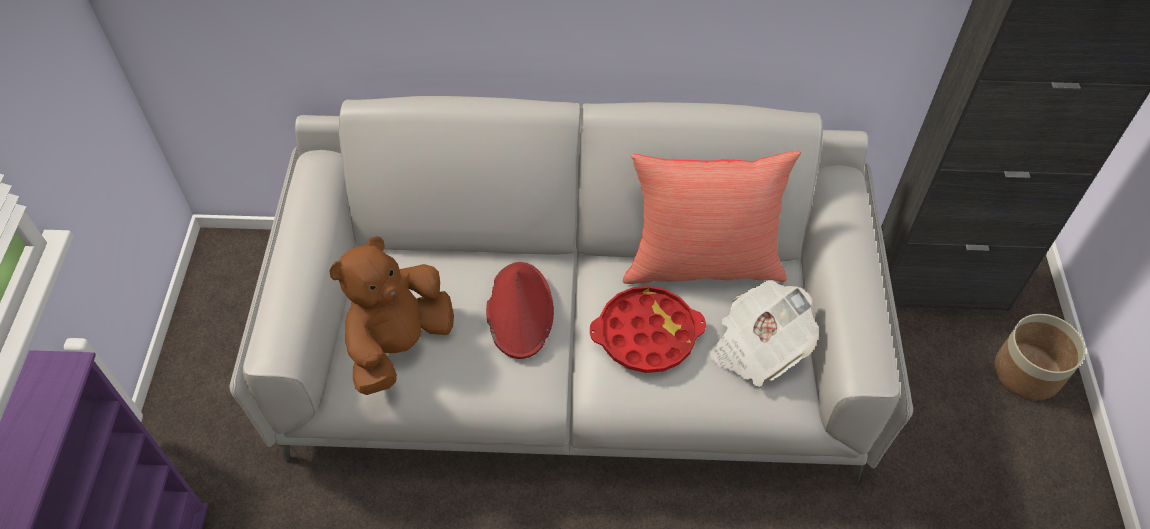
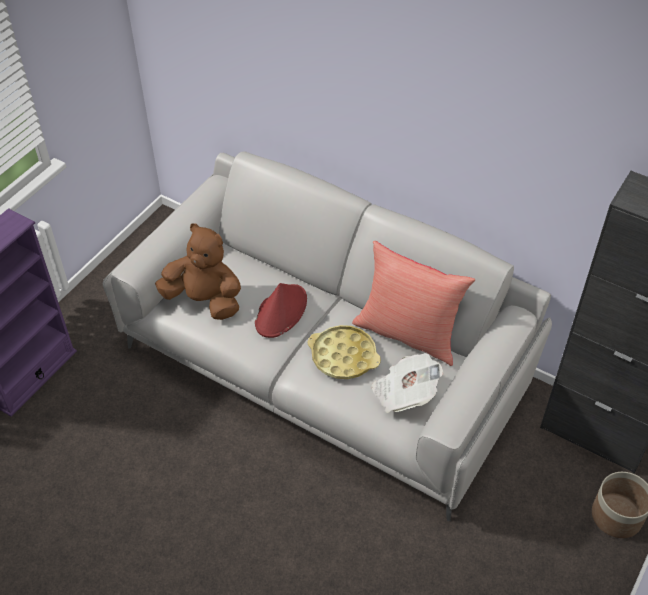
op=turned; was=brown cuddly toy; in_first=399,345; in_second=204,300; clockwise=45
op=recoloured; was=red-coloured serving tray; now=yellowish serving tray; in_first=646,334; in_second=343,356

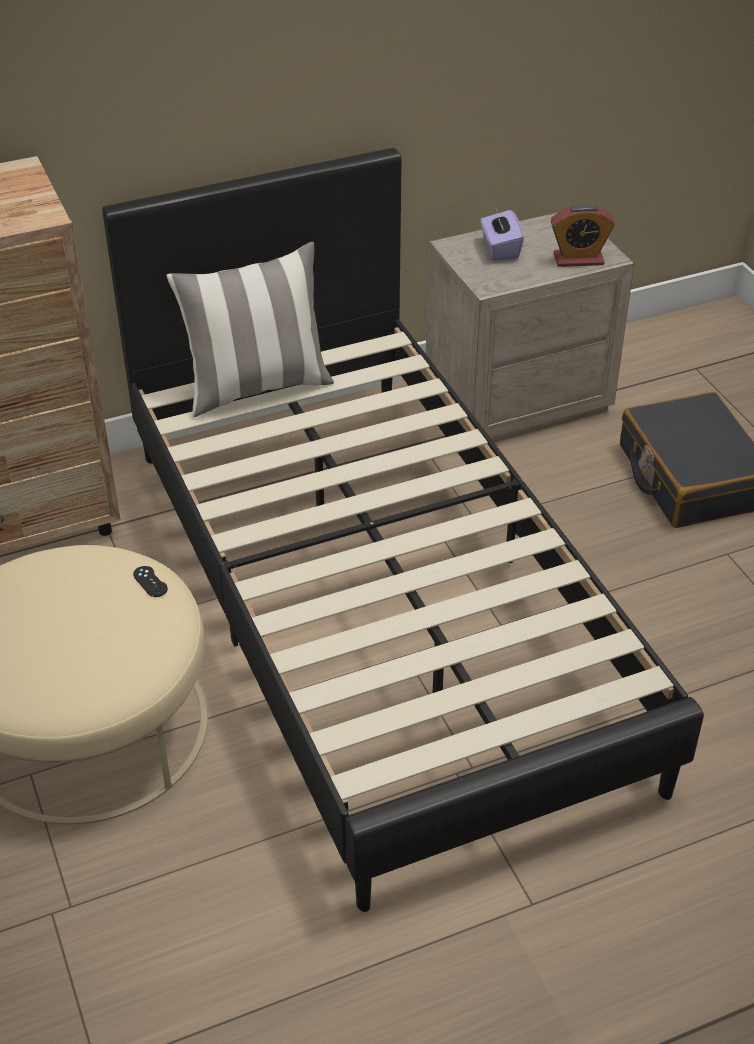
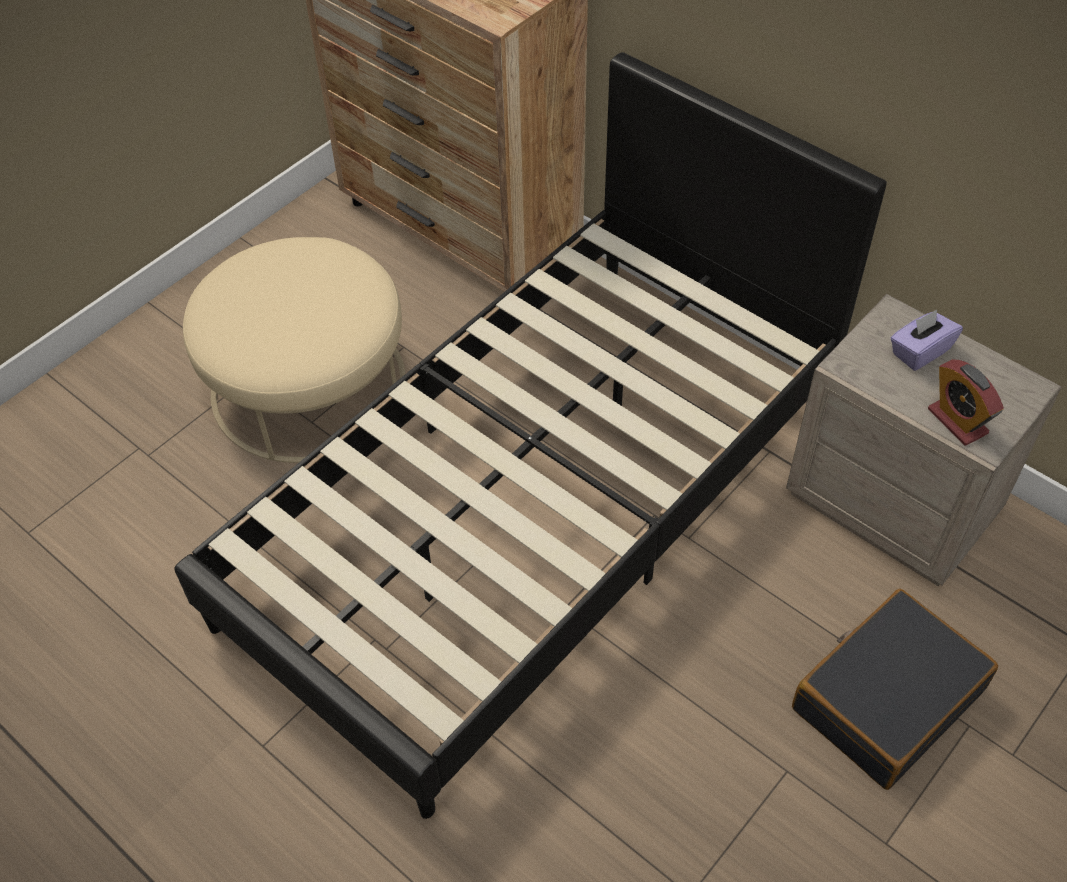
op=removed; was=cushion; in_first=257,387
op=removed; was=blackish gamepad; in_first=150,581

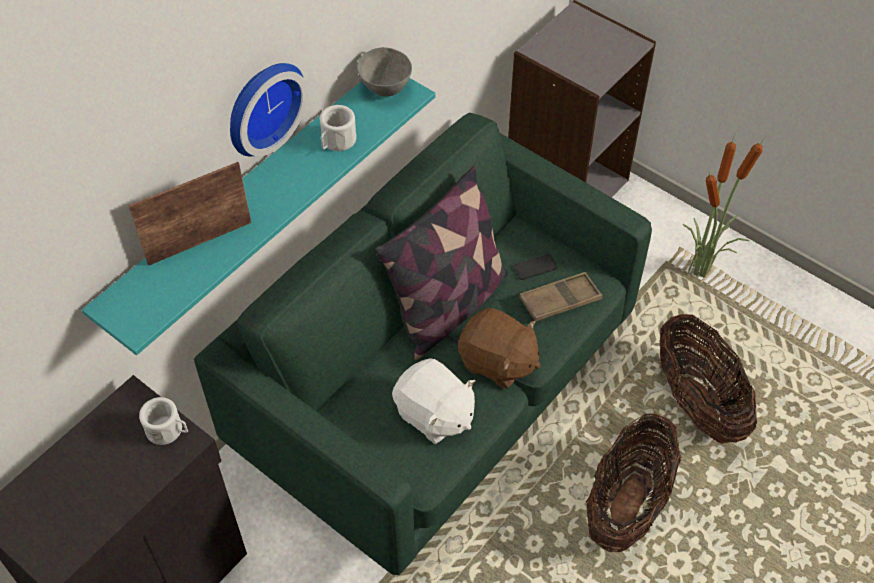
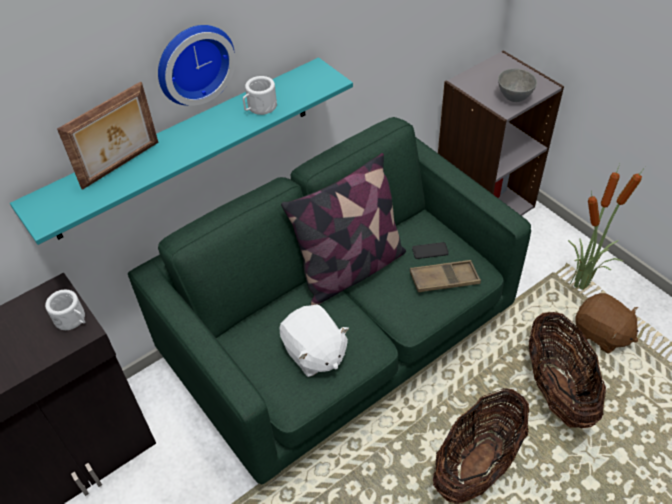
op=moved; was=greyish deep dish; in_first=384,89; in_second=513,97
op=turned; was=standing frame; in_first=199,241; in_second=122,165; clockwise=150
op=moved; was=brown cuddly toy; in_first=497,362; in_second=601,334

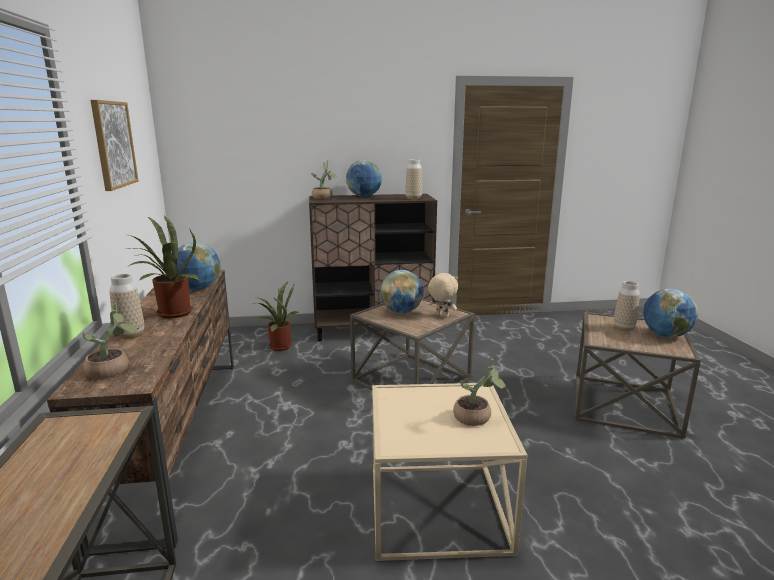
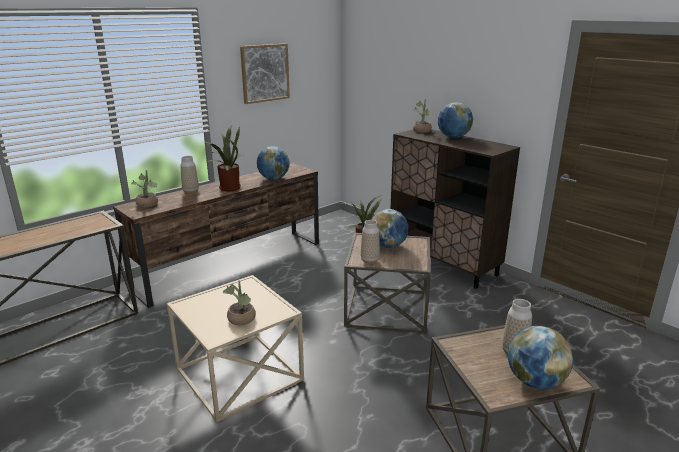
op=moved; was=vase; in_first=413,198; in_second=369,260
op=removed; was=beige cuddly toy; in_first=441,315

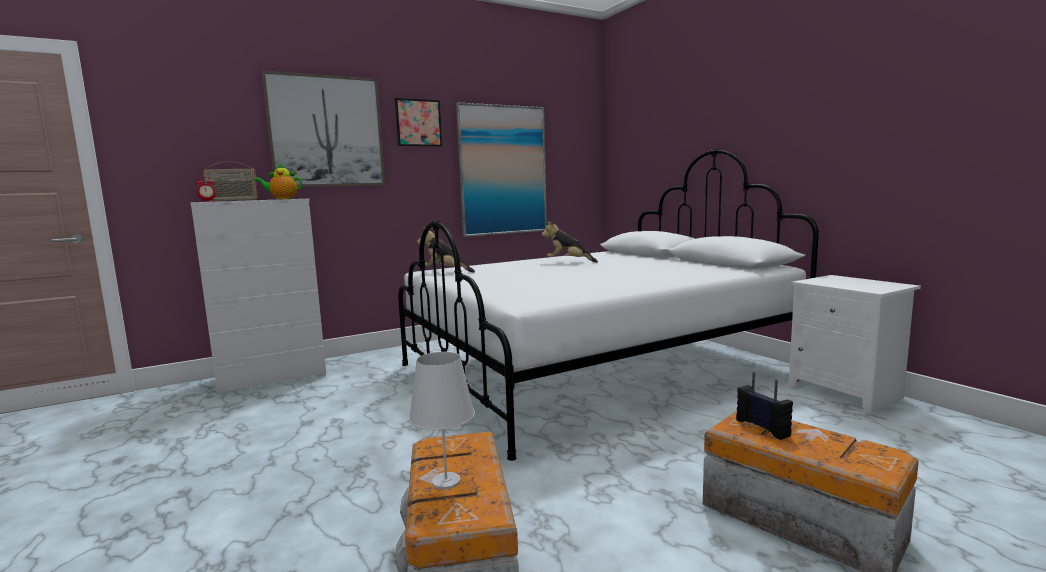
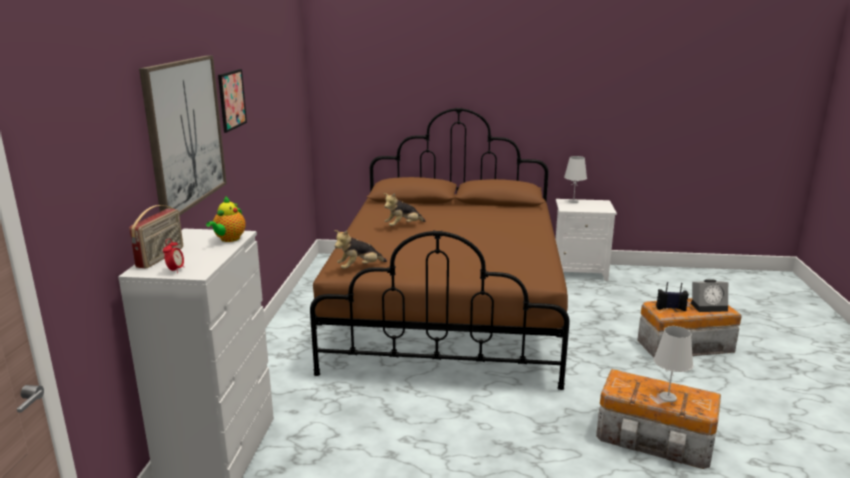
op=removed; was=wall picture; in_first=503,170
op=recoloured; was=whitish sleeping bed; now=brown sleeping bed; in_first=597,369; in_second=449,310
op=added; now=whitish table lamp; in_second=573,201
op=added; now=table clock; in_second=709,306

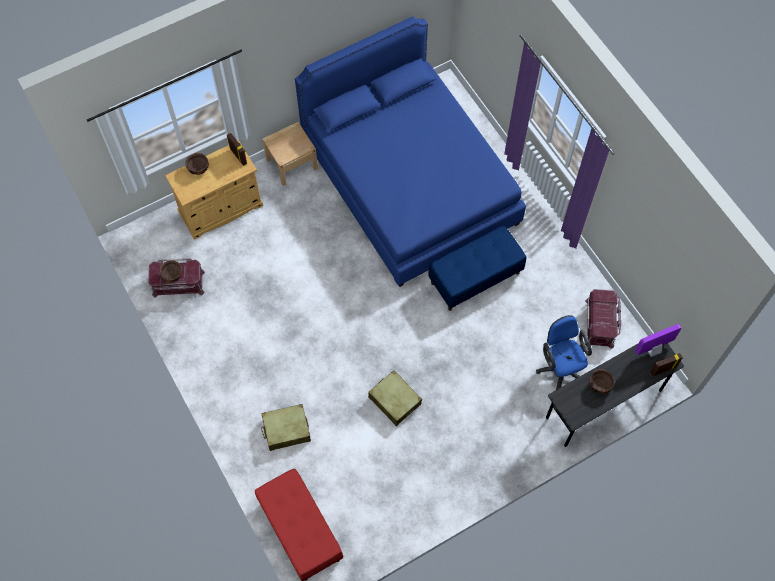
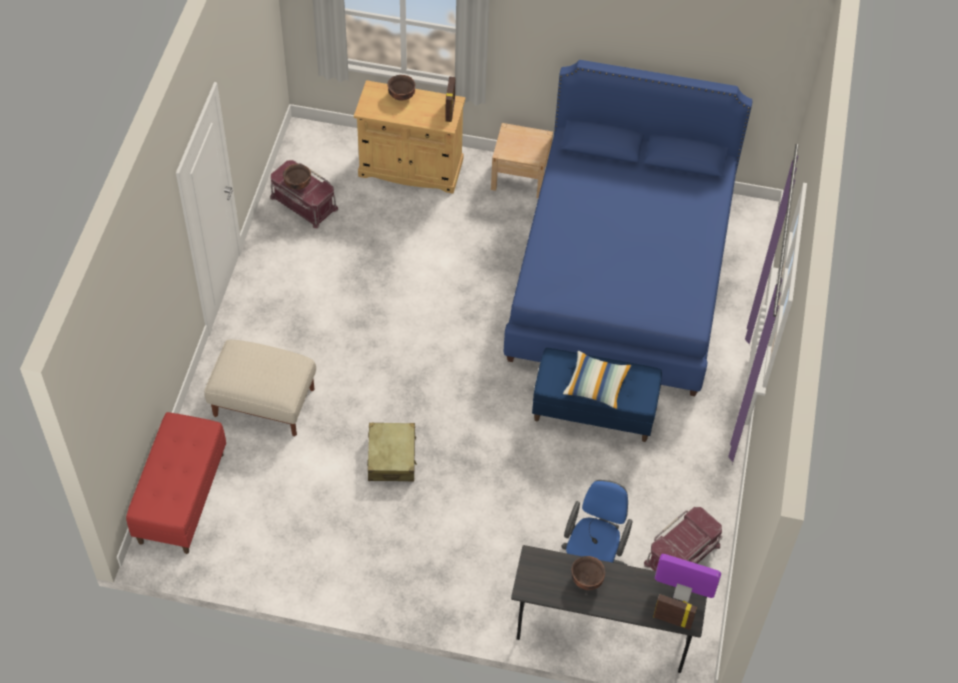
op=replaced; was=beige travel case; now=beige footrest; in_first=286,430; in_second=263,401
op=added; now=cushion; in_second=596,385

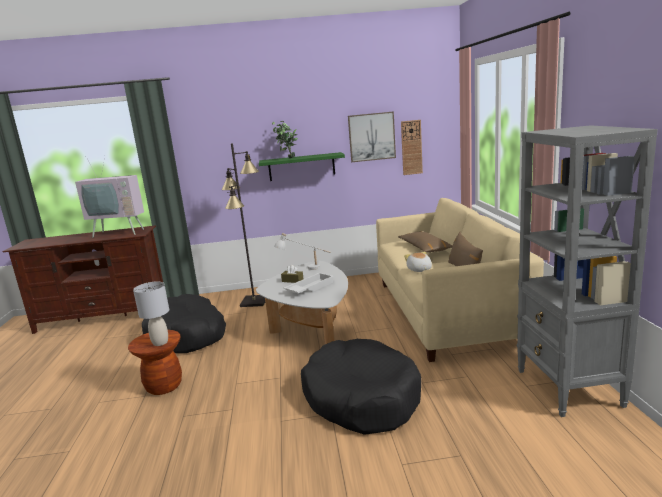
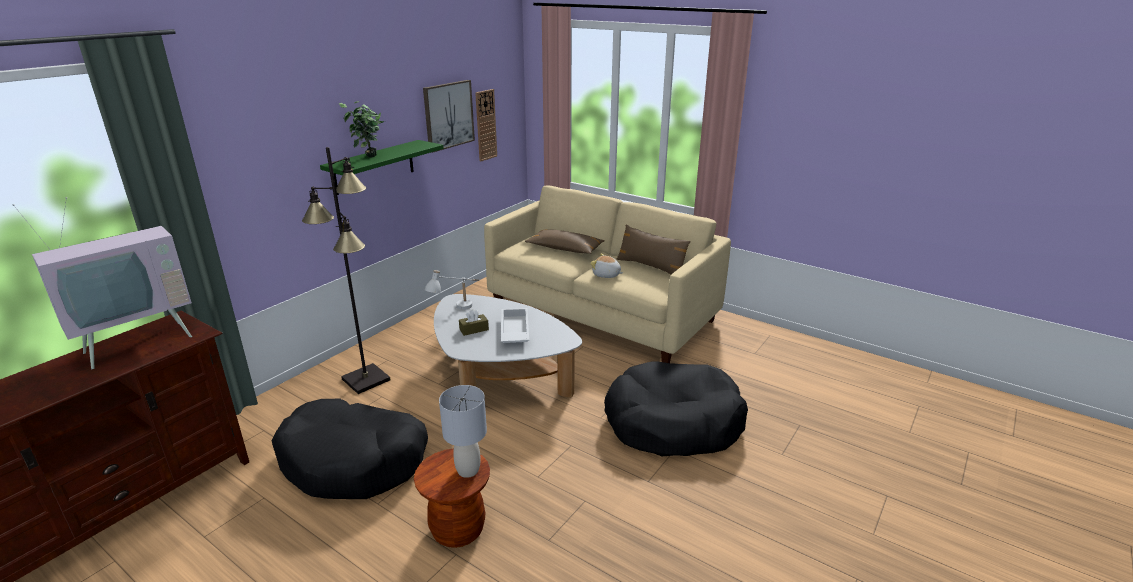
op=removed; was=greyish bookshelf; in_first=569,388

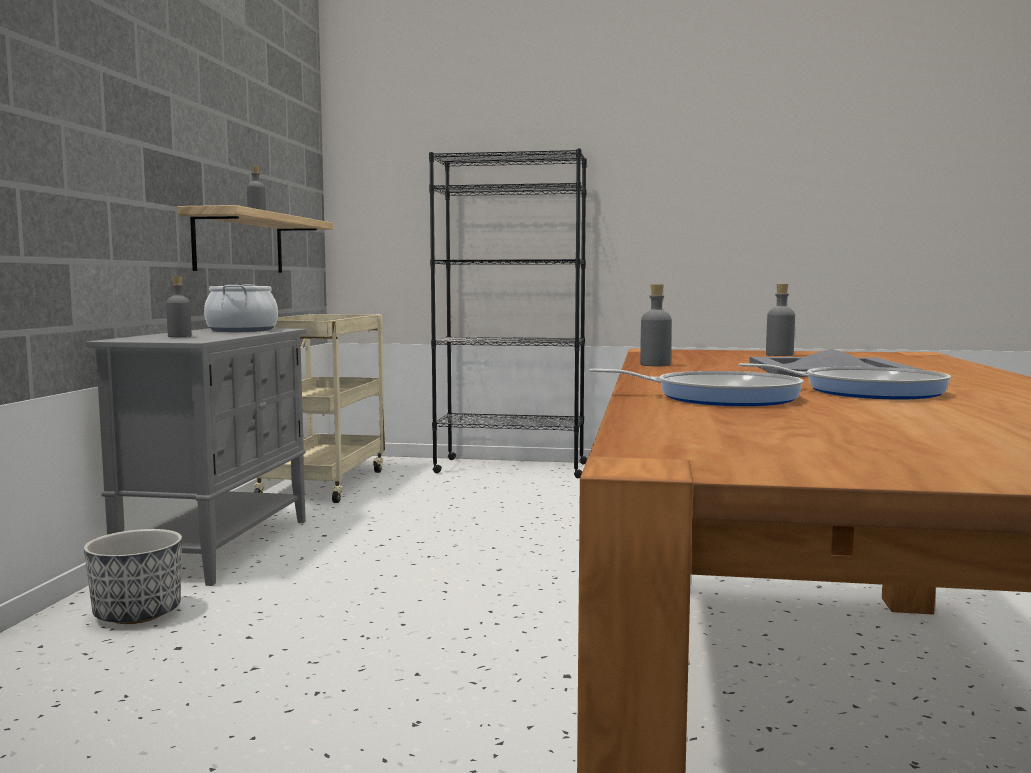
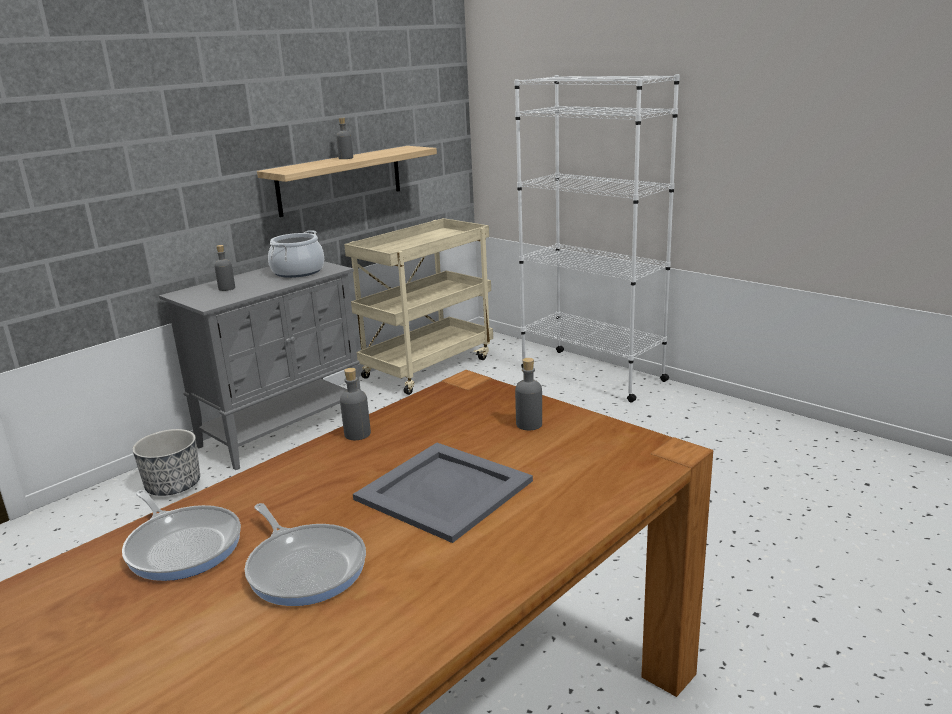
op=recoloured; was=blackish bookshelf; now=whitish bookshelf; in_first=510,468; in_second=592,374

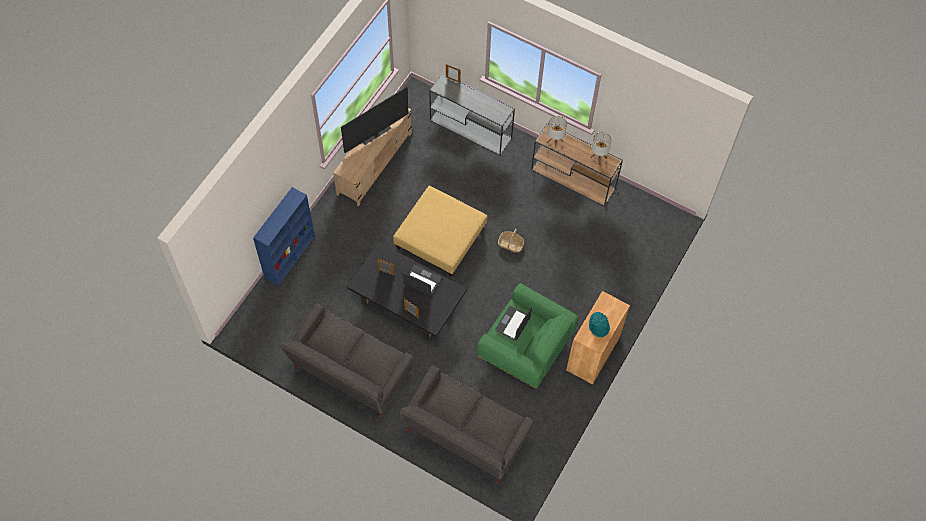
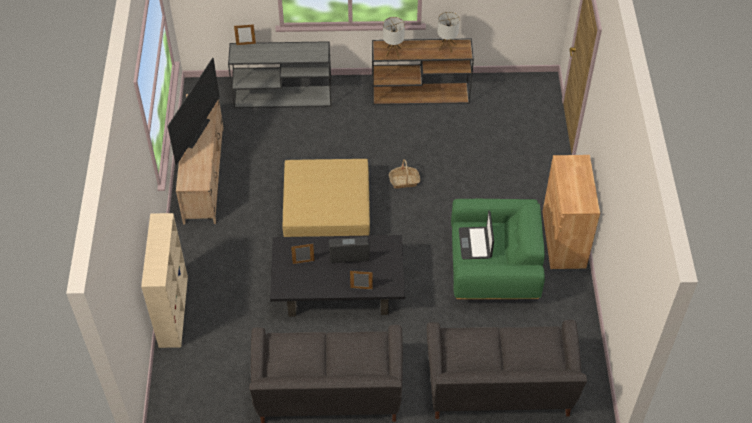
op=recoloured; was=blue bookshelf; now=beige bookshelf; in_first=290,256; in_second=173,310
op=removed; was=turquoise-coloured clothing hat; in_first=599,326

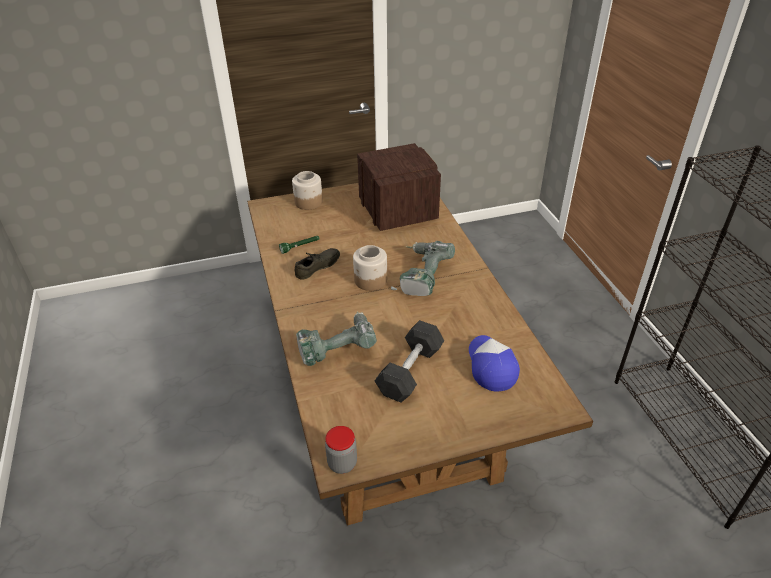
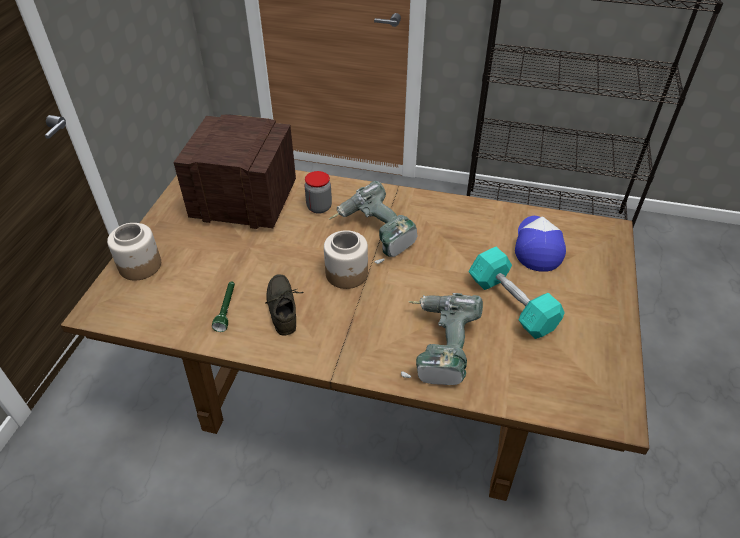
op=recoloured; was=greyish hand weight; now=turquoise-coloured hand weight; in_first=410,371; in_second=511,304
op=turned; was=cap; in_first=490,366; in_second=537,246; clockwise=75
op=moved; was=jar; in_first=342,463; in_second=319,207

